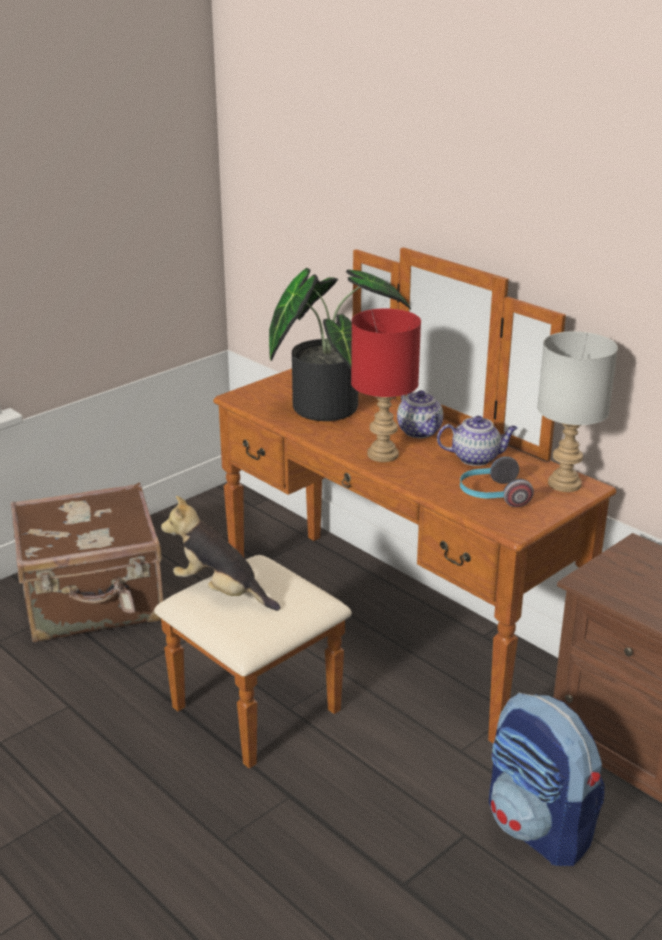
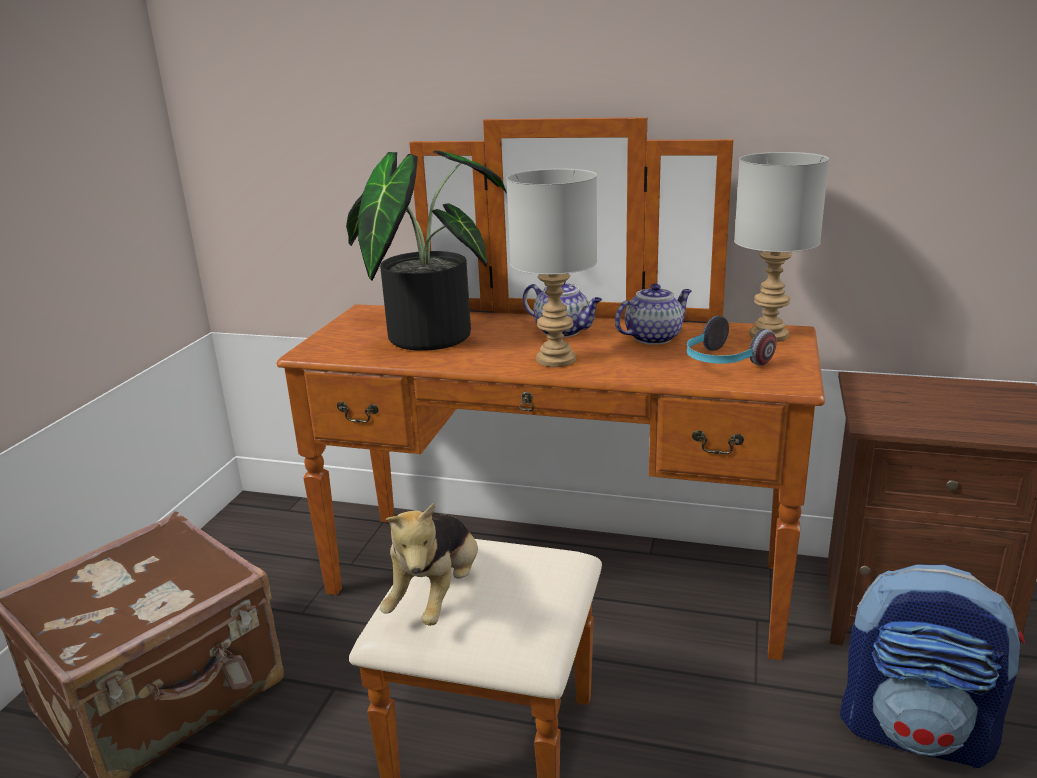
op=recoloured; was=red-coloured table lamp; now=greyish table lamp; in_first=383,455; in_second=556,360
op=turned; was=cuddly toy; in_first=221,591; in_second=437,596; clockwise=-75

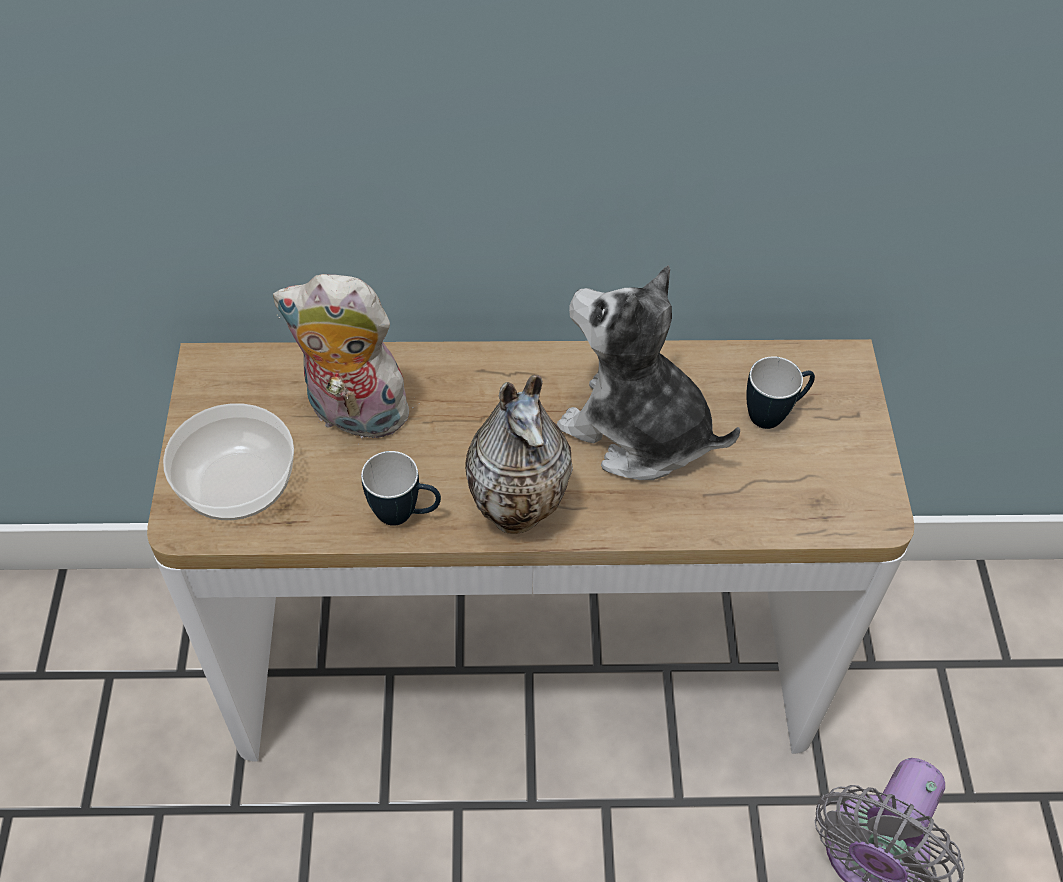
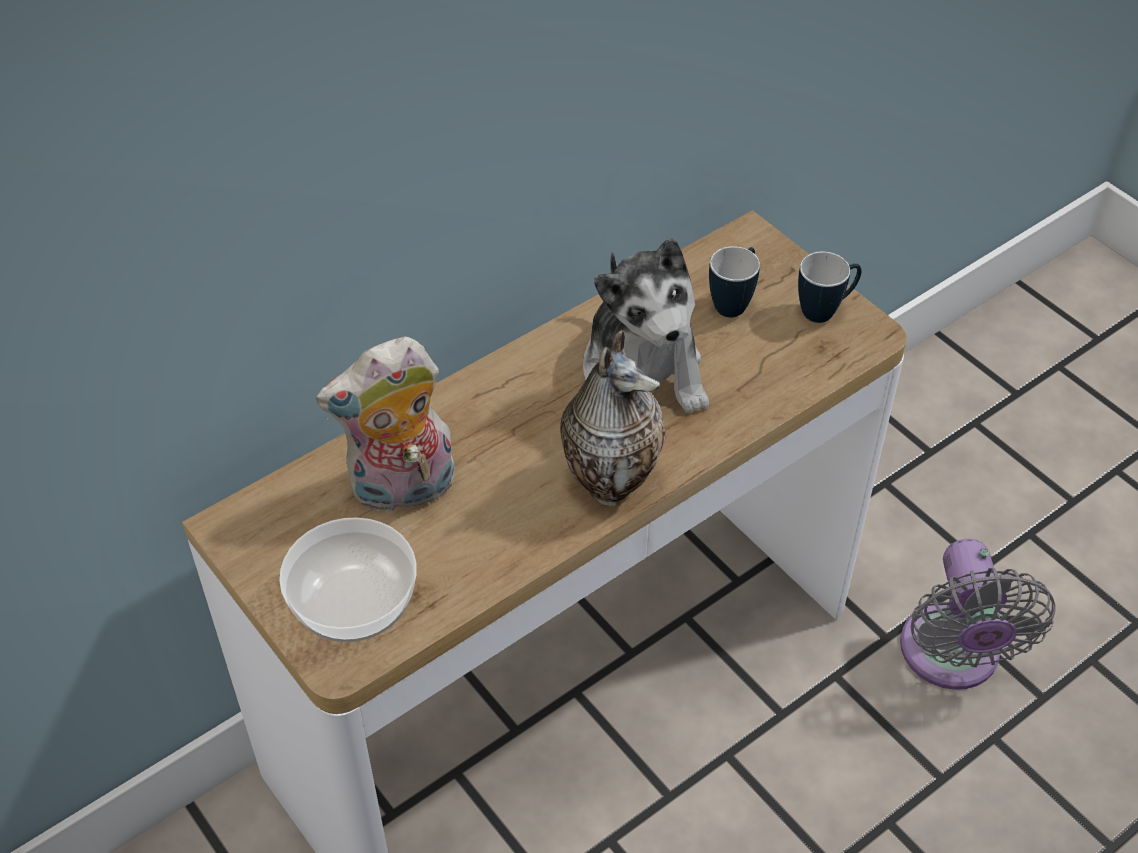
op=turned; was=cuddly toy; in_first=636,431; in_second=644,372; clockwise=-105
op=moved; was=tea mug; in_first=405,515; in_second=825,310

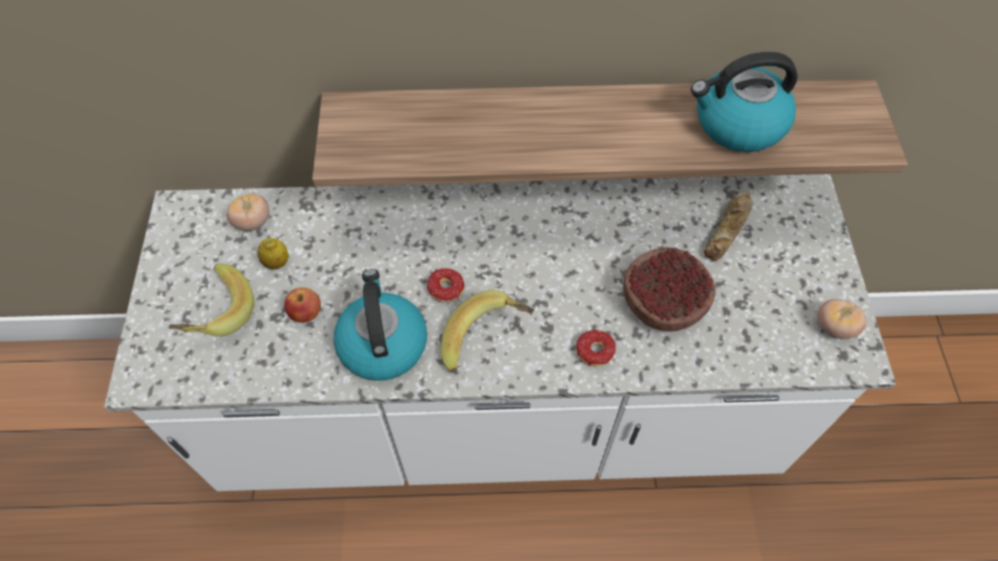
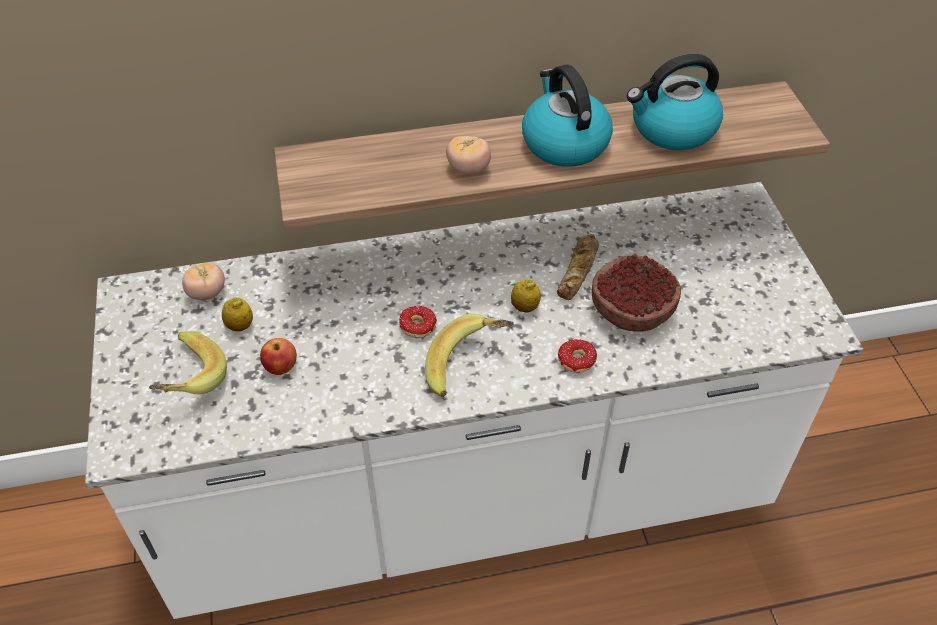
op=moved; was=bakery bread; in_first=728,230; in_second=578,271
op=moved; was=tea kettle; in_first=382,343; in_second=564,143
op=moved; was=whole tomato; in_first=834,327; in_second=468,168
op=added; now=lemon; in_second=525,307

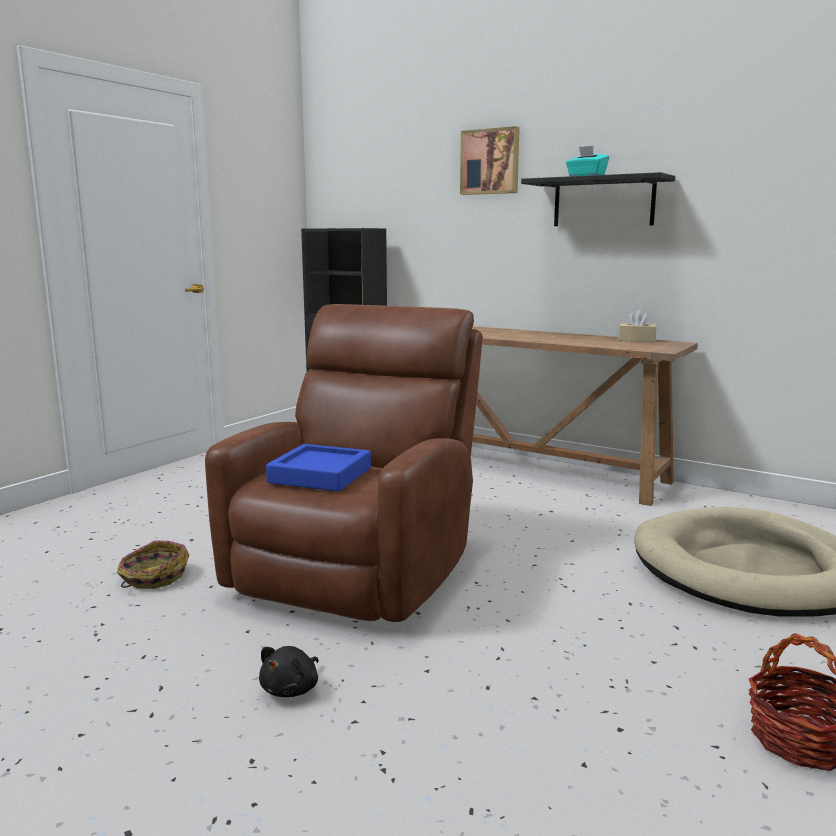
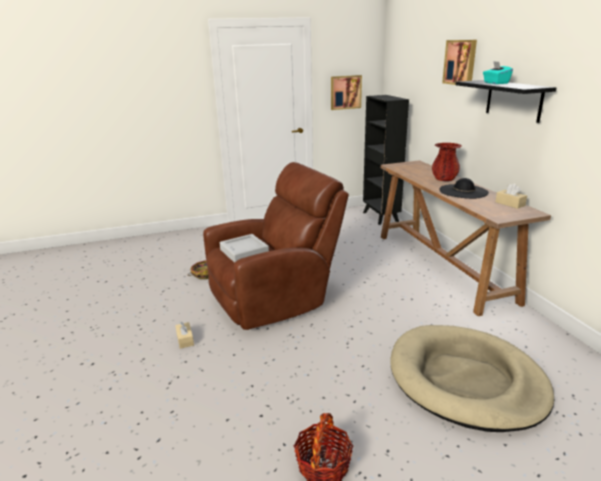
op=recoloured; was=blue serving tray; now=greyish serving tray; in_first=320,475; in_second=244,252
op=replaced; was=blackish cuddly toy; now=beige box of tissues; in_first=292,689; in_second=185,339
op=added; now=wall picture; in_second=345,92
op=added; now=red-coloured vase; in_second=444,179
op=added; now=blackish clothing hat; in_second=463,191

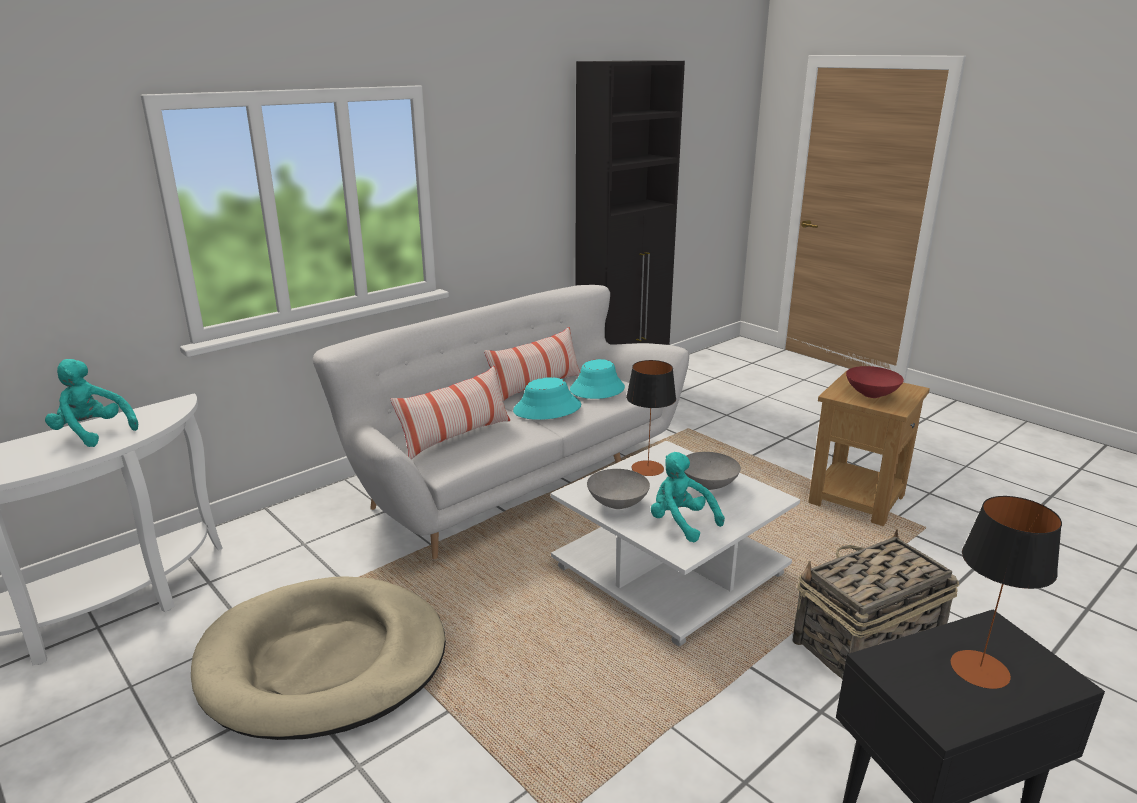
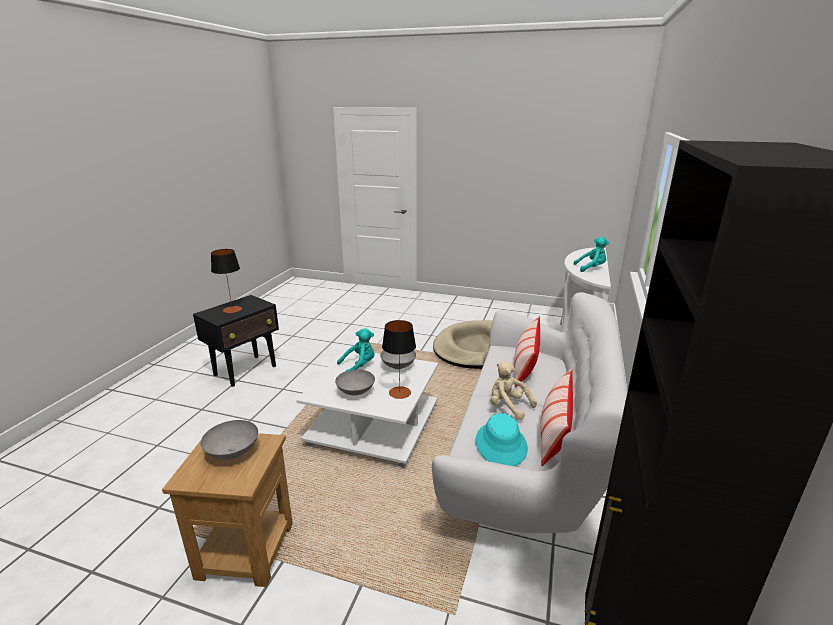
op=recoloured; was=red-coloured deep dish; now=greyish deep dish; in_first=870,394; in_second=233,453
op=replaced; was=turquoise-coloured clothing hat; now=beige cuddly toy; in_first=547,409; in_second=508,406
op=turned; was=turquoise-coloured cuddly toy; in_first=680,522; in_second=359,366; clockwise=-45
op=removed; was=storage basket; in_first=865,643

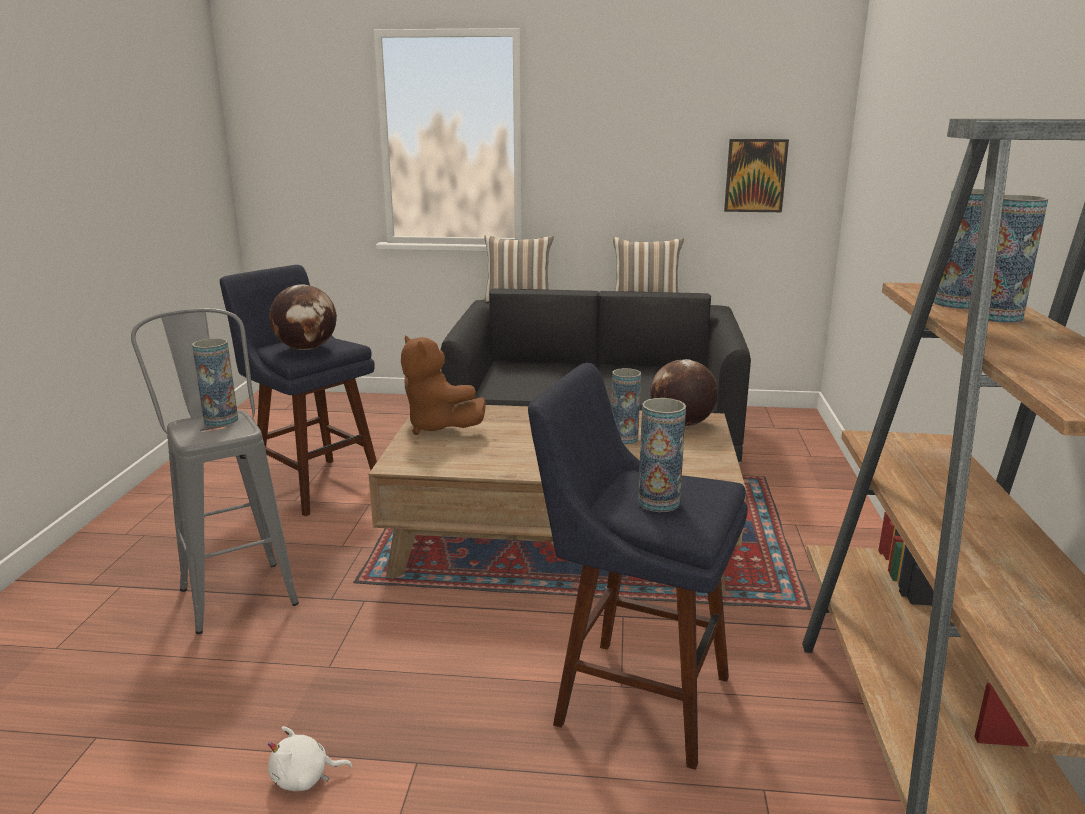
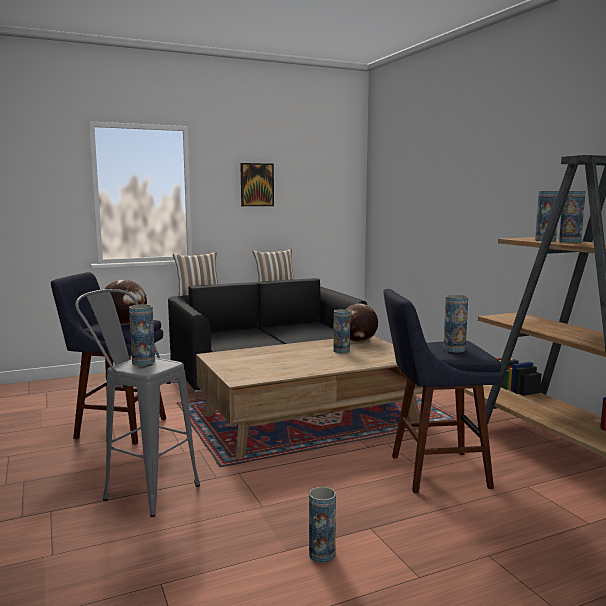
op=moved; was=wall picture; in_first=755,175; in_second=257,184
op=removed; was=brown cuddly toy; in_first=438,427
op=replaced; was=whitish cuddly toy; now=vase; in_first=305,778; in_second=322,554

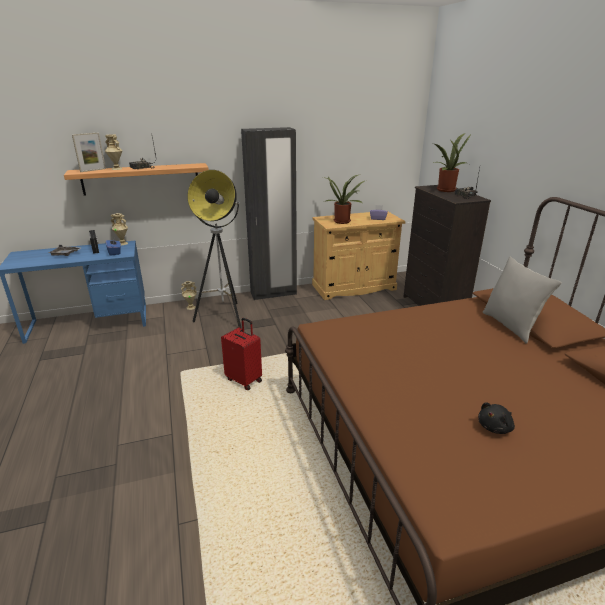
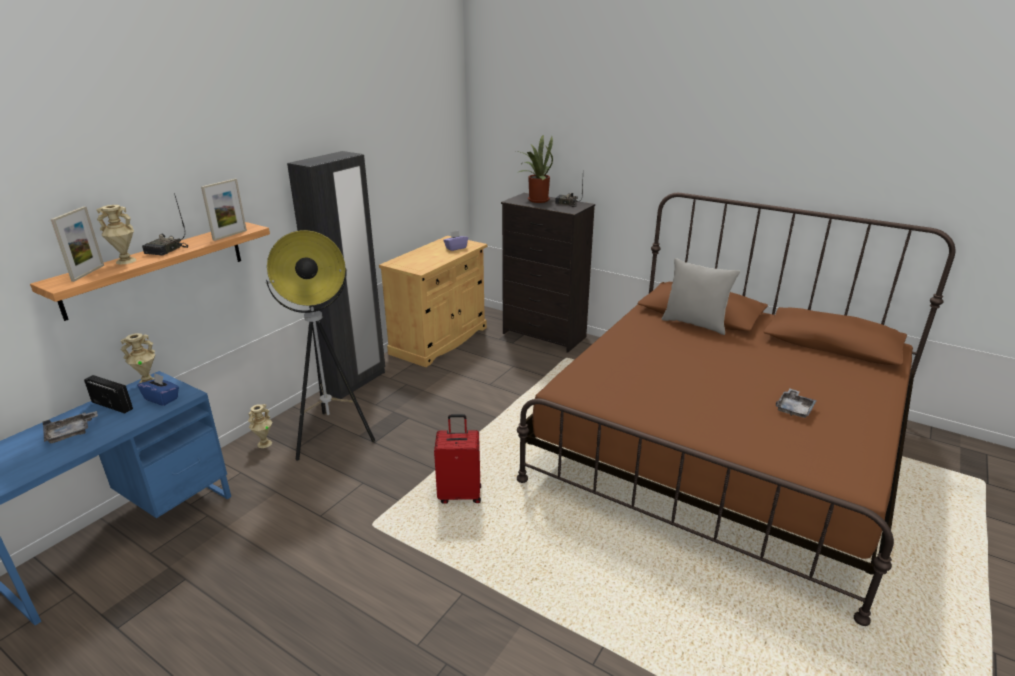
op=removed; was=plant in a pot; in_first=343,221
op=replaced; was=blackish cuddly toy; now=greyish serving tray; in_first=495,427; in_second=794,409
op=added; now=standing frame; in_second=230,235

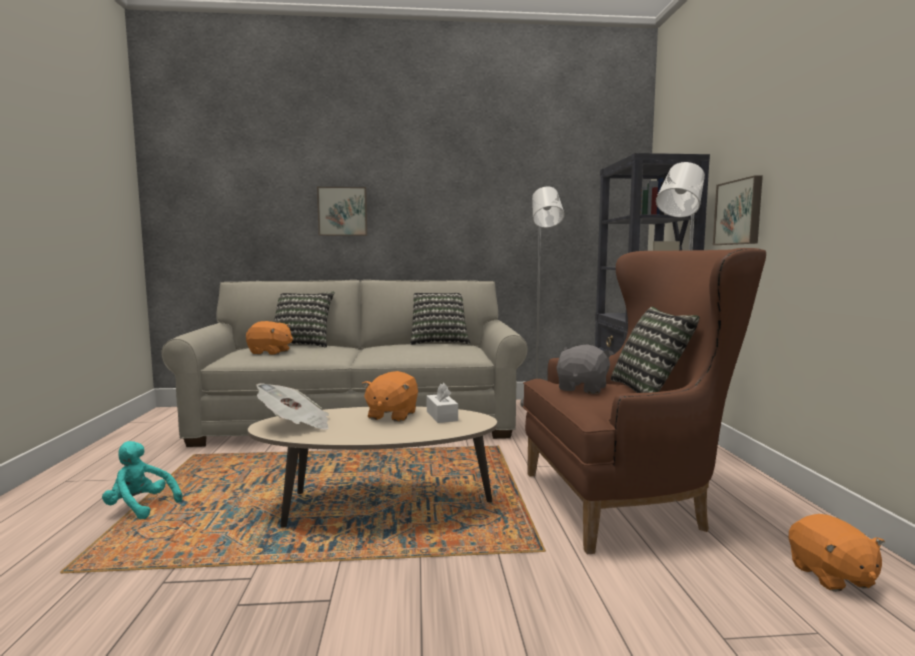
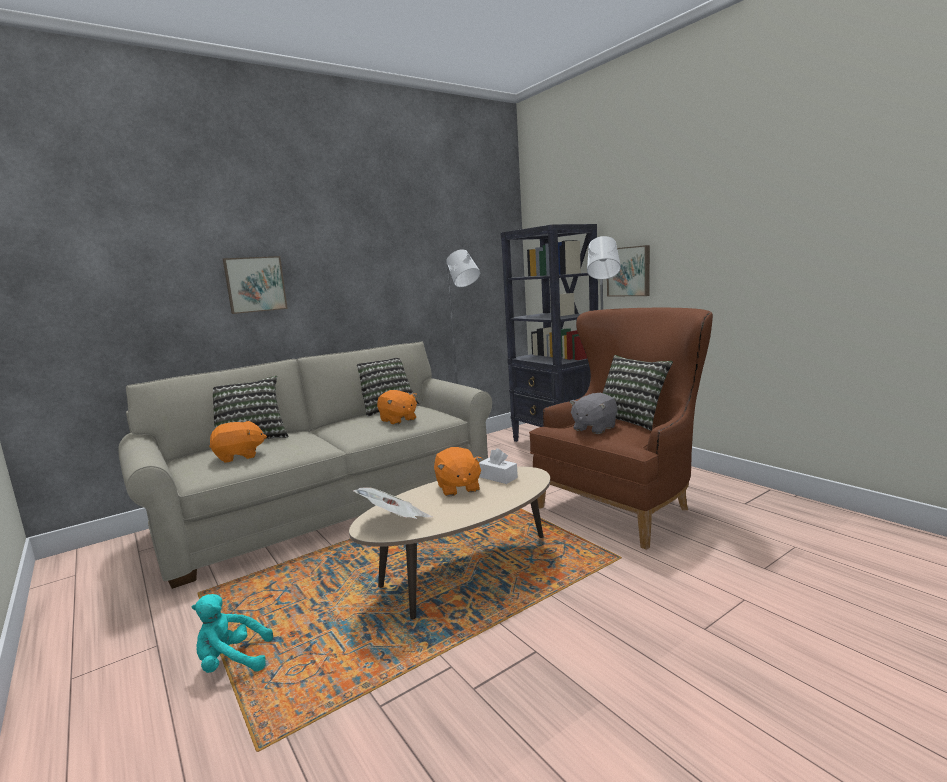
op=turned; was=greyish cuddly toy; in_first=583,388; in_second=594,428; clockwise=-135
op=moved; was=orangey cuddly toy; in_first=831,575; in_second=398,420

